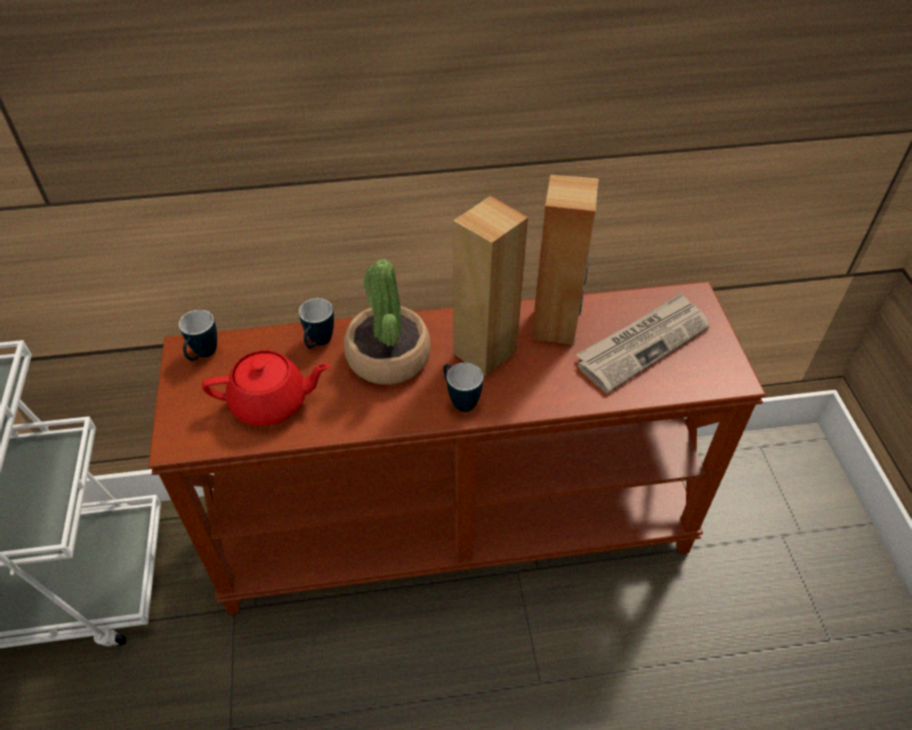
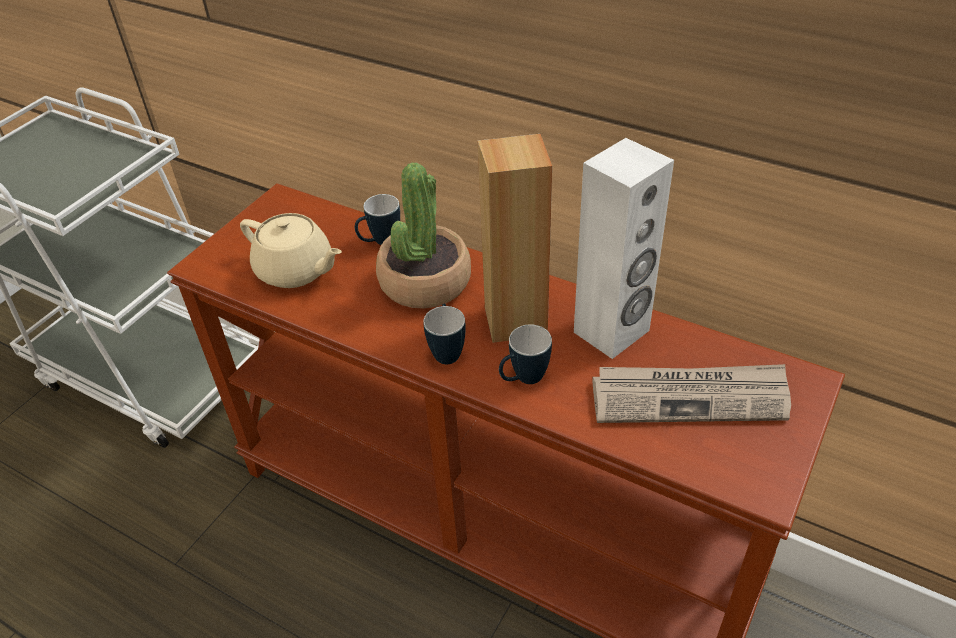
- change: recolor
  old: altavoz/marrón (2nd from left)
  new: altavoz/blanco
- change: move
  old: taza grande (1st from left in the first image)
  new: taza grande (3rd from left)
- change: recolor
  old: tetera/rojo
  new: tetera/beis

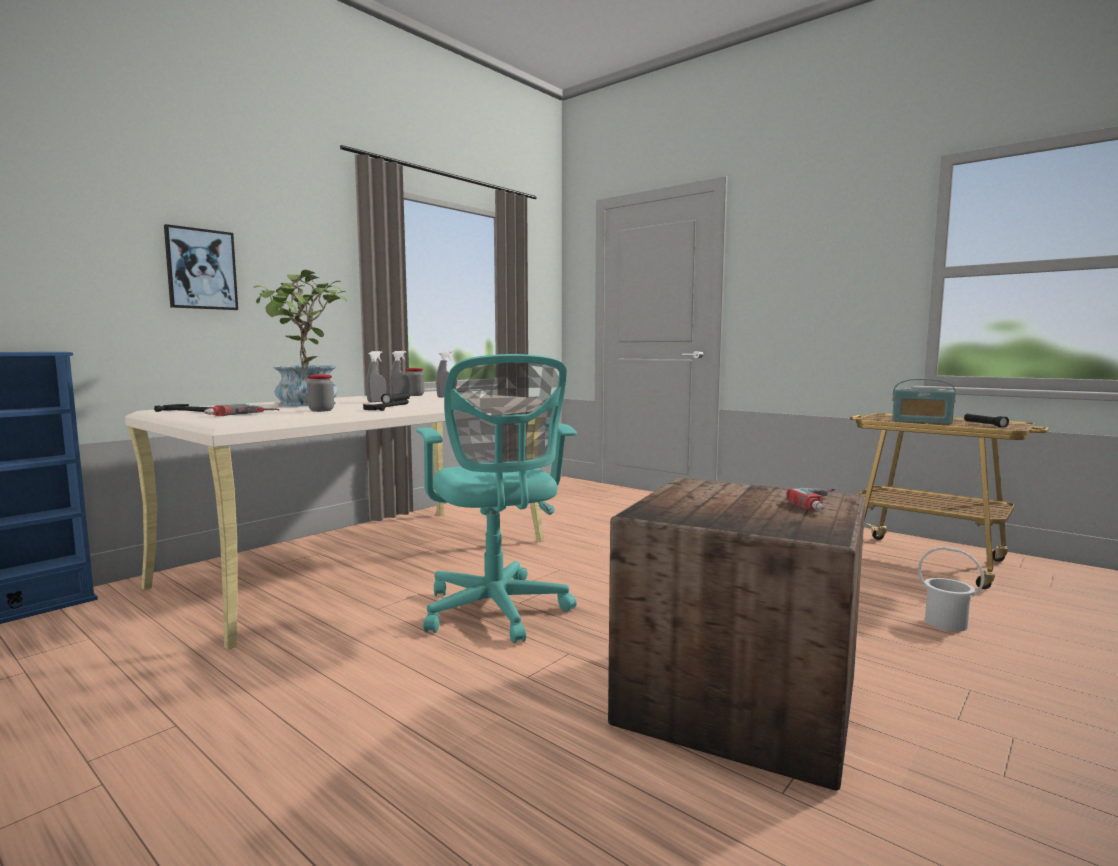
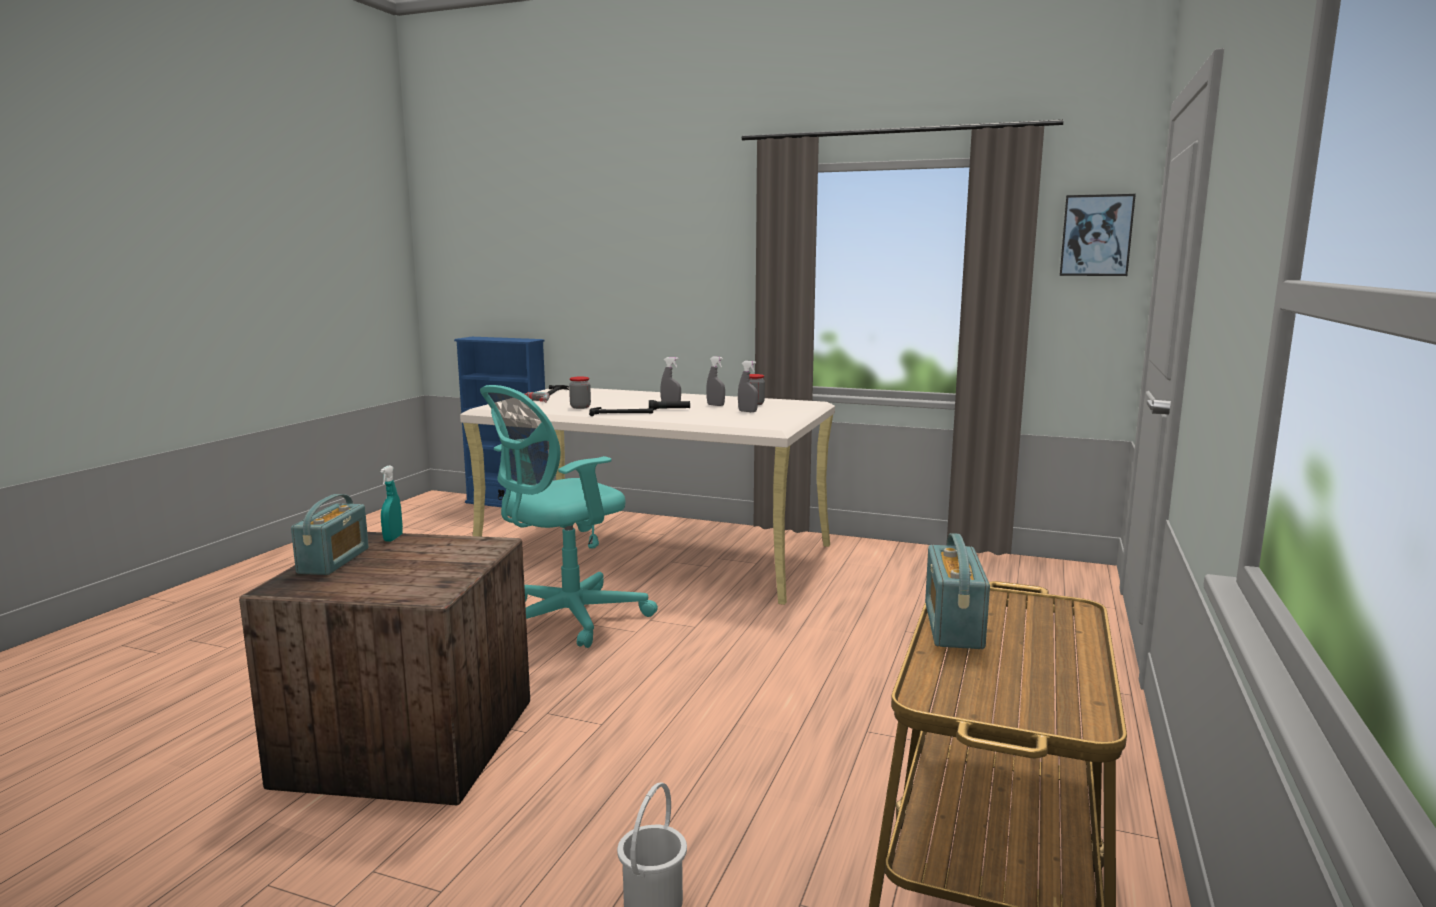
- change: move
  old: cuadro
- change: delete
  old: planta en maceta
- change: delete
  old: linterna/negro (2nd from left)
- change: delete
  old: taladro (2nd from left)
- change: insert
  new: pulverizador/turquesa
- change: insert
  new: radio (1st from left)

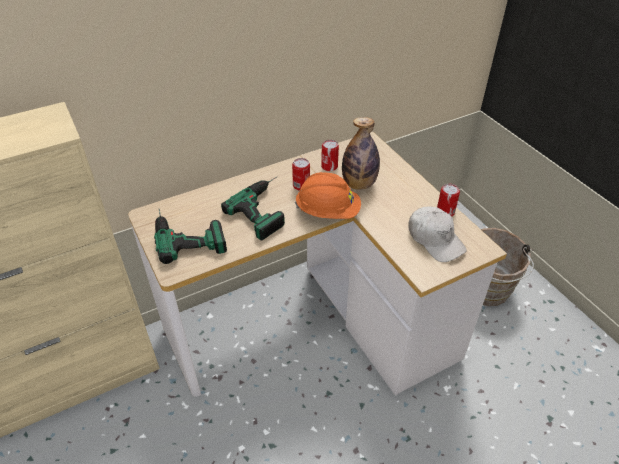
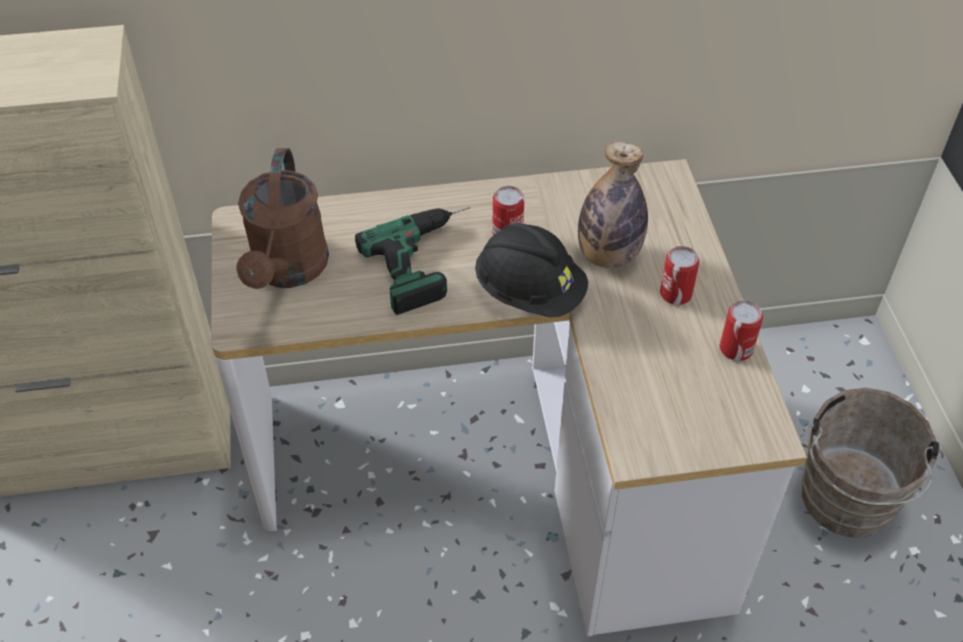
- change: move
  old: lata (2nd from left)
- change: recolor
  old: casco/naranja
  new: casco/negro
- change: delete
  old: gorra/blanco
- change: replace
  old: taladro (1st from left)
  new: regadera/marrón

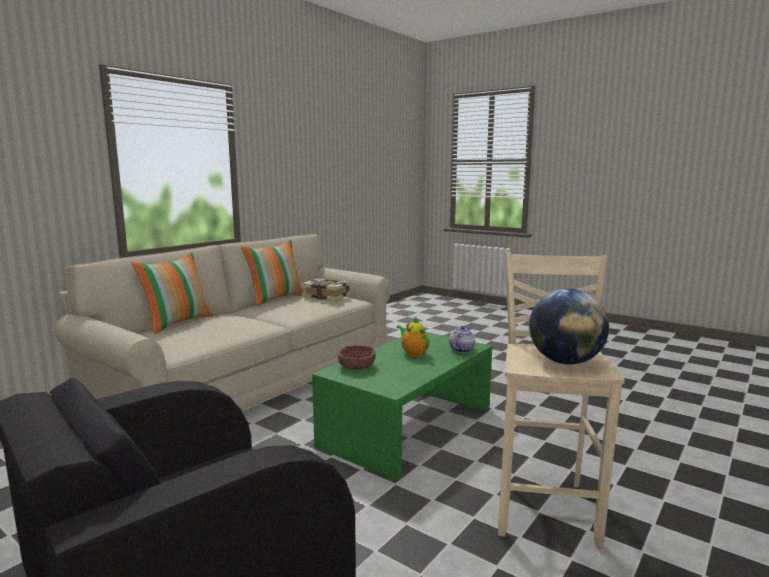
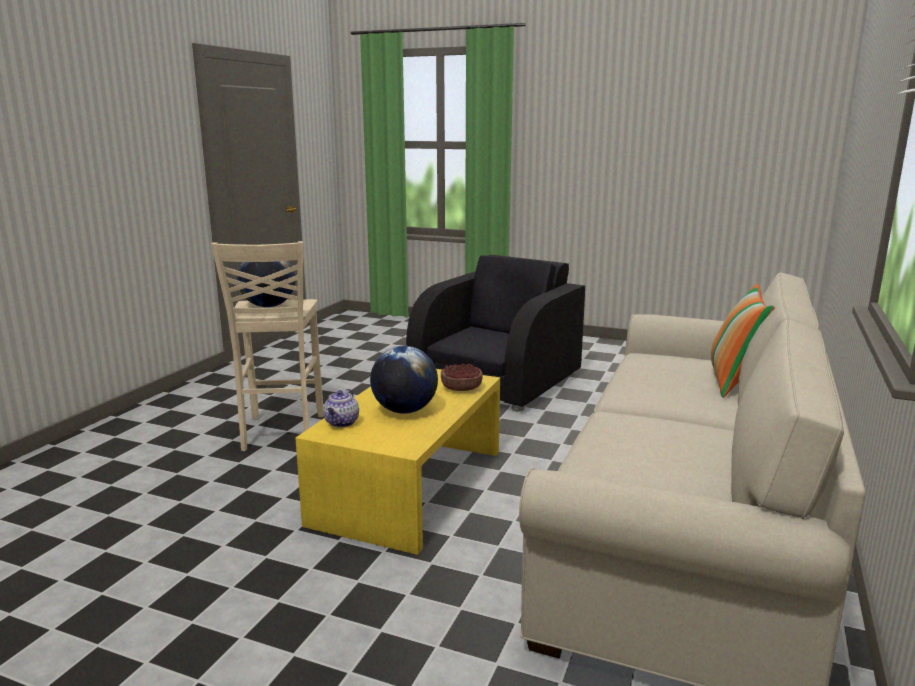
- change: delete
  old: cojín (2nd from left)
- change: delete
  old: libro
- change: replace
  old: tetera (1st from left)
  new: globo terráqueo (2nd from left)
- change: recolor
  old: mesa de centro/verde
  new: mesa de centro/amarillo

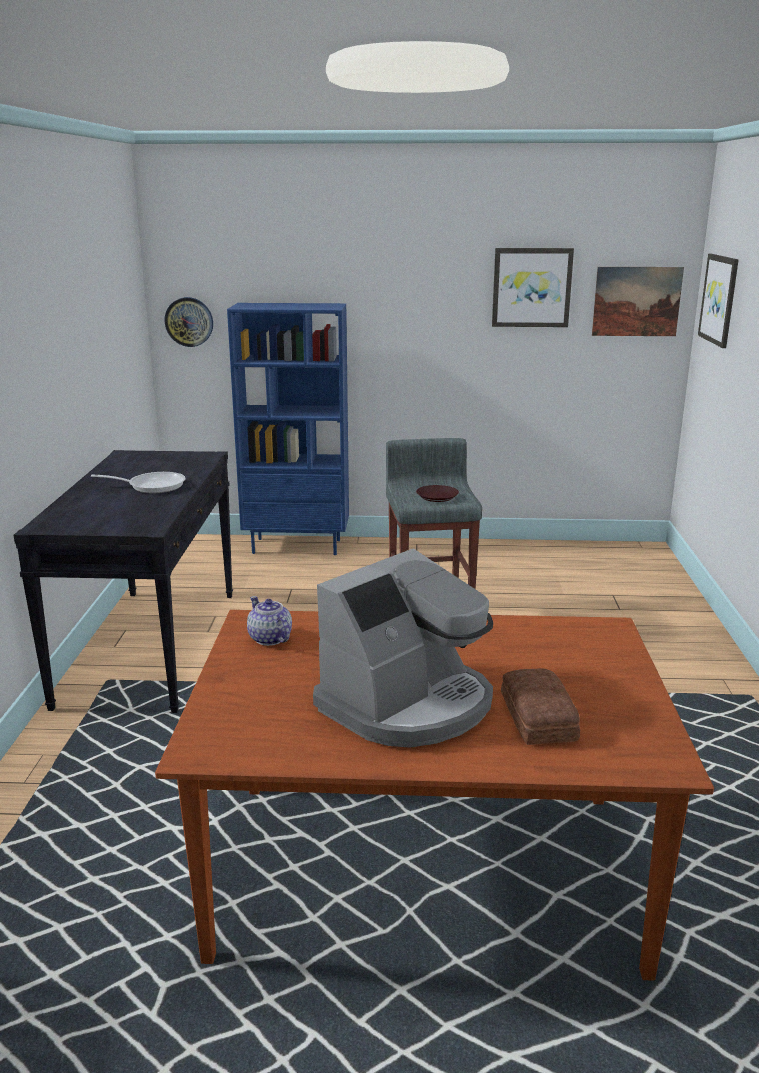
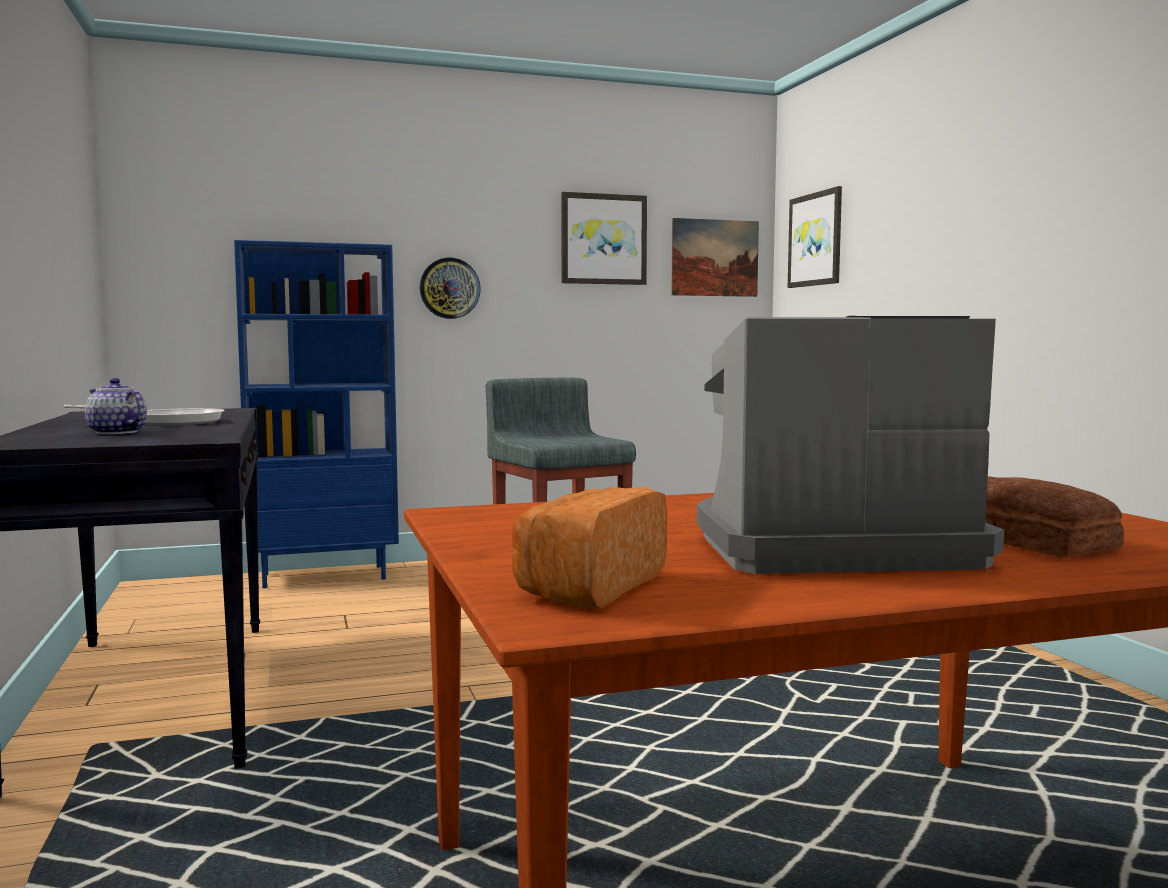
- change: move
  old: reloj de pared
- change: delete
  old: plato/marrón
- change: rotate
  old: cafetera
  degrees: -120
- change: move
  old: tetera
- change: insert
  new: pan (1st from left)

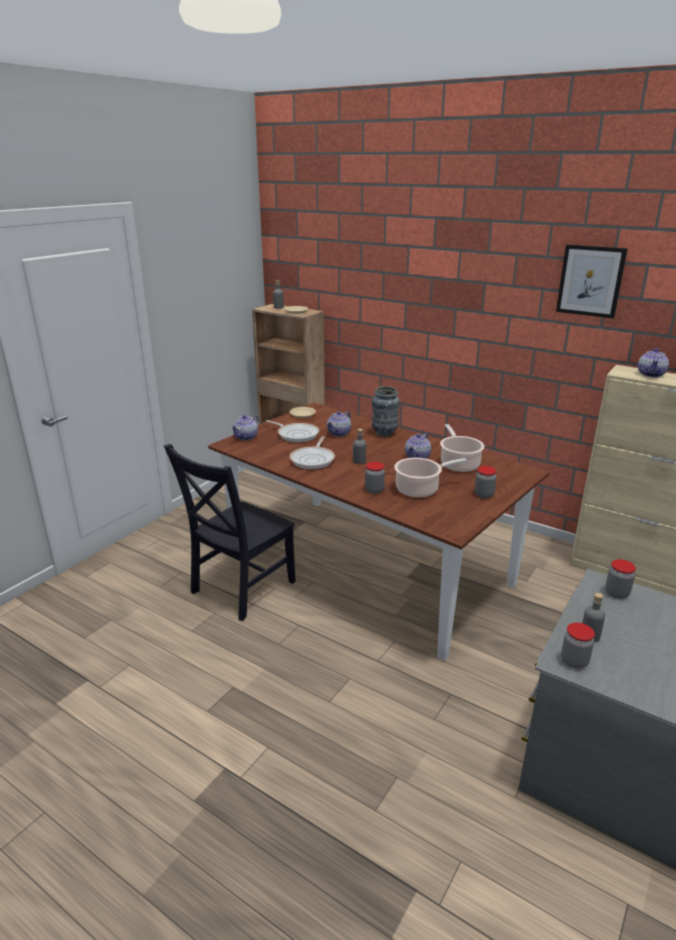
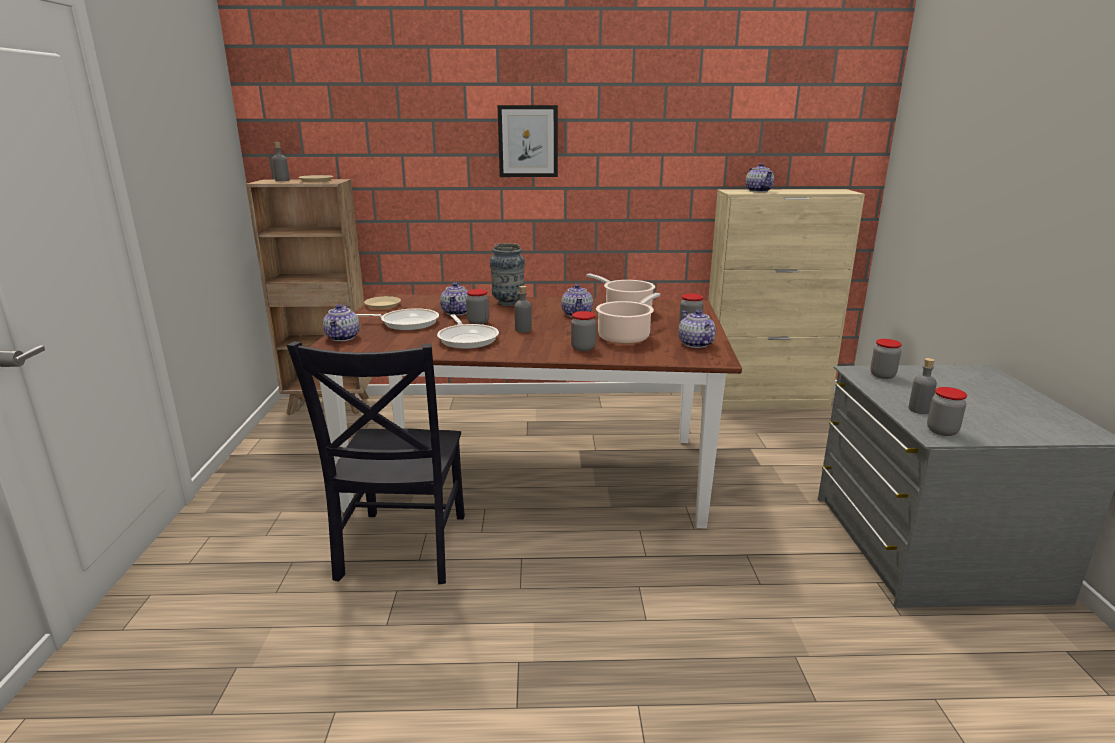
- change: move
  old: cuadro
- change: insert
  new: tarro (1st from left)
- change: insert
  new: tetera (4th from left)

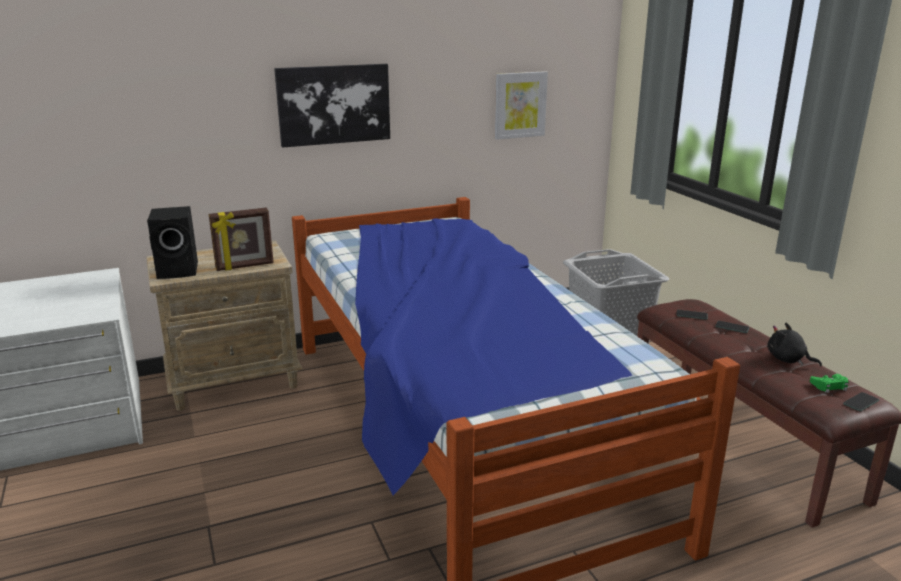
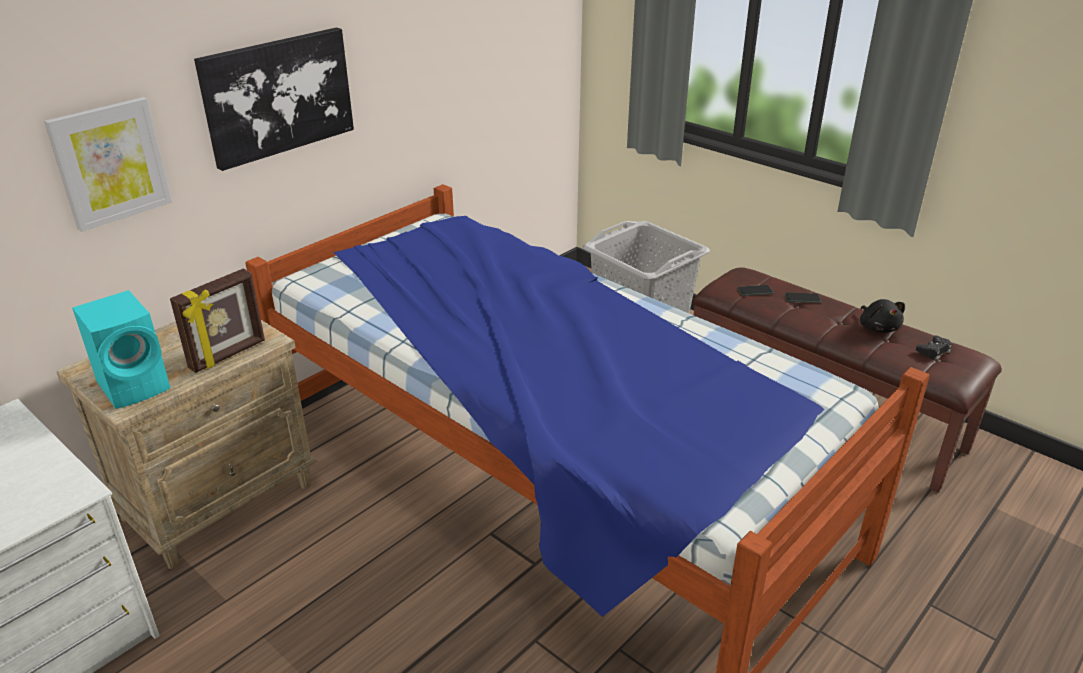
- change: move
  old: cuadro (2nd from left in the first image)
  new: cuadro (1st from left)
- change: recolor
  old: altavoz/negro
  new: altavoz/turquesa
- change: rotate
  old: peluche/negro
  degrees: -120
- change: recolor
  old: mando de consola/verde
  new: mando de consola/negro
- change: delete
  old: móvil (3rd from left)

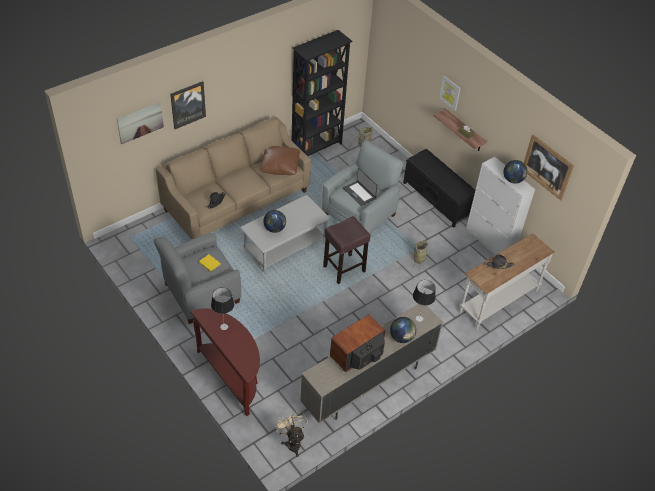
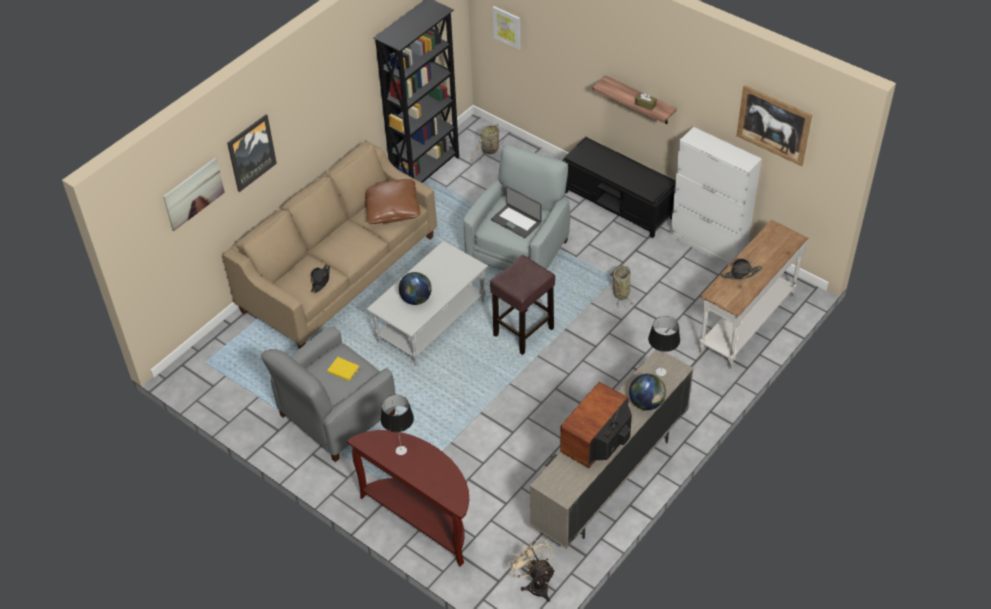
- change: move
  old: cuadro (3rd from left)
- change: delete
  old: globo terráqueo (3rd from left)

